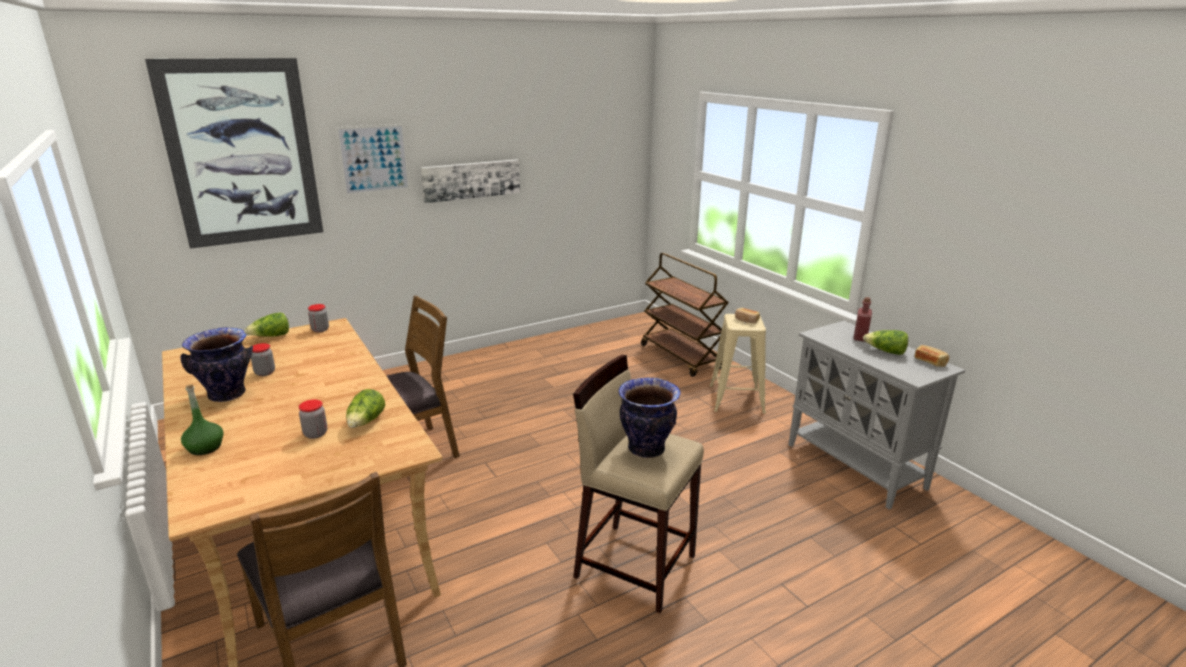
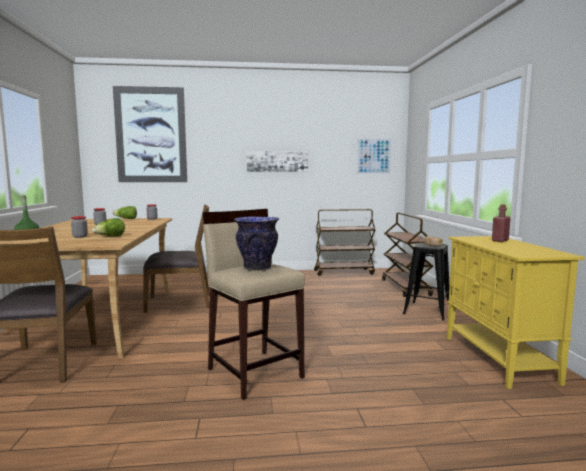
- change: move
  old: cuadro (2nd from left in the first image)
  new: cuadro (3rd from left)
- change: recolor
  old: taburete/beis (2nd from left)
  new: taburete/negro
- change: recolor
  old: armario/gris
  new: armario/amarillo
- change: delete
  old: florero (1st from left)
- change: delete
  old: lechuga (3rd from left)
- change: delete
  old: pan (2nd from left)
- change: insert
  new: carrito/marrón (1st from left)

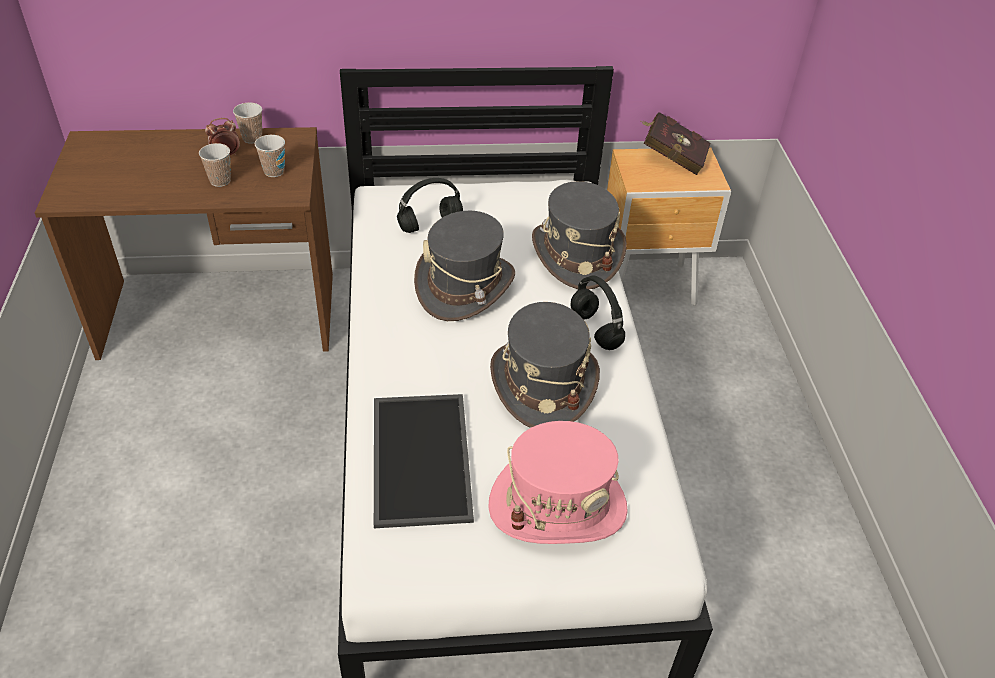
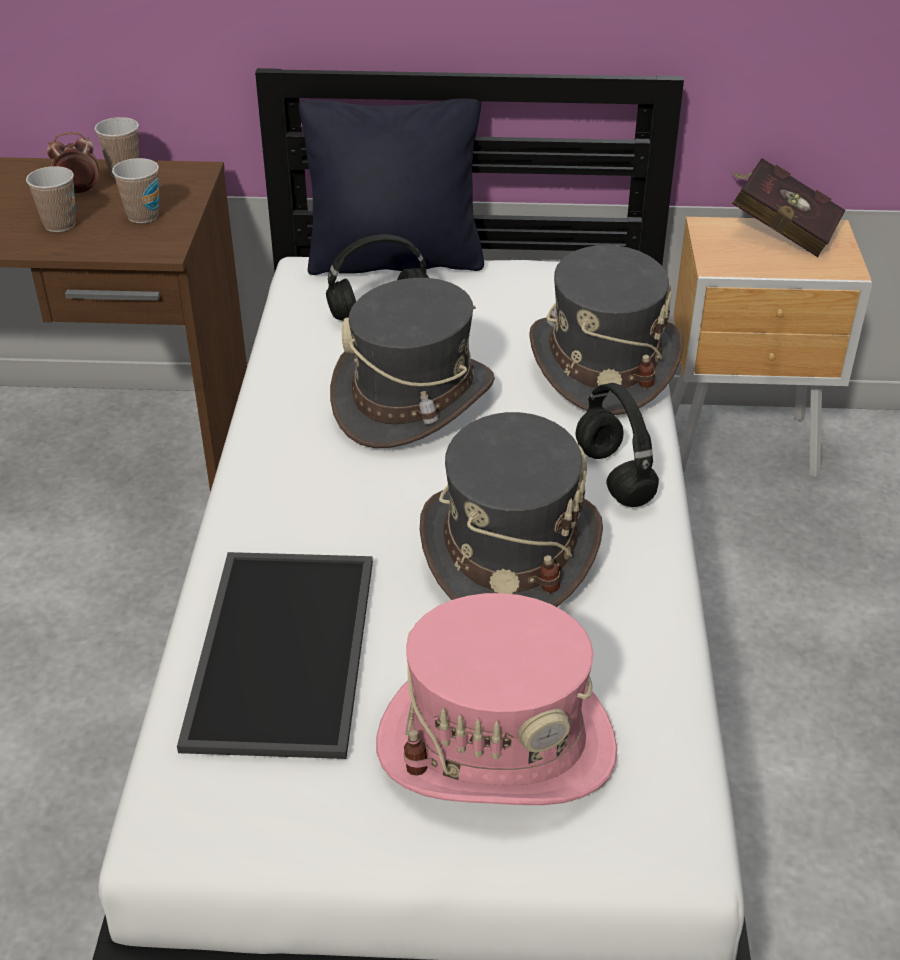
- change: insert
  new: cojín/negro

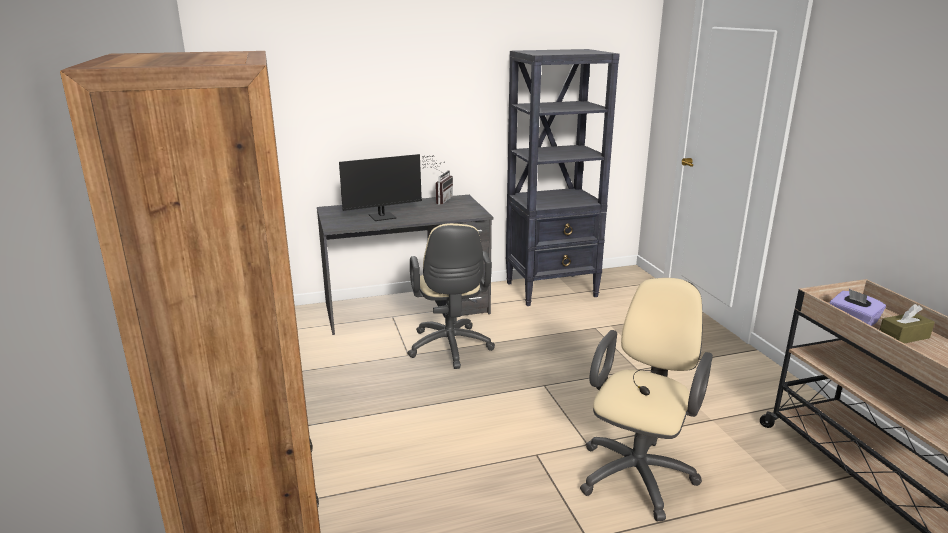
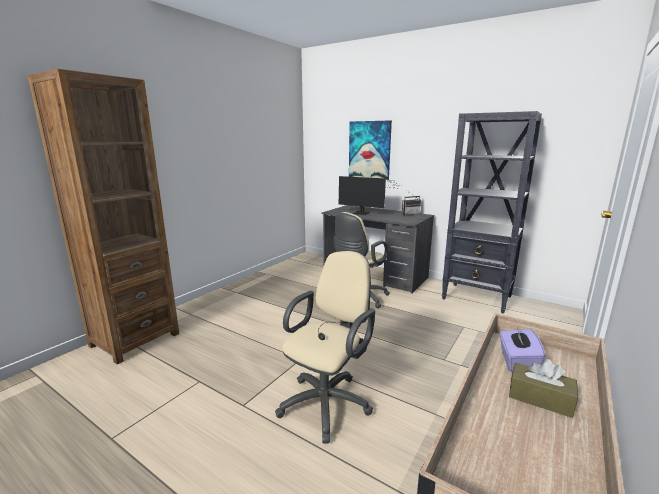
- change: rotate
  old: silla de oficina/beis (2nd from left in the first image)
  degrees: -45
- change: insert
  new: cuadro

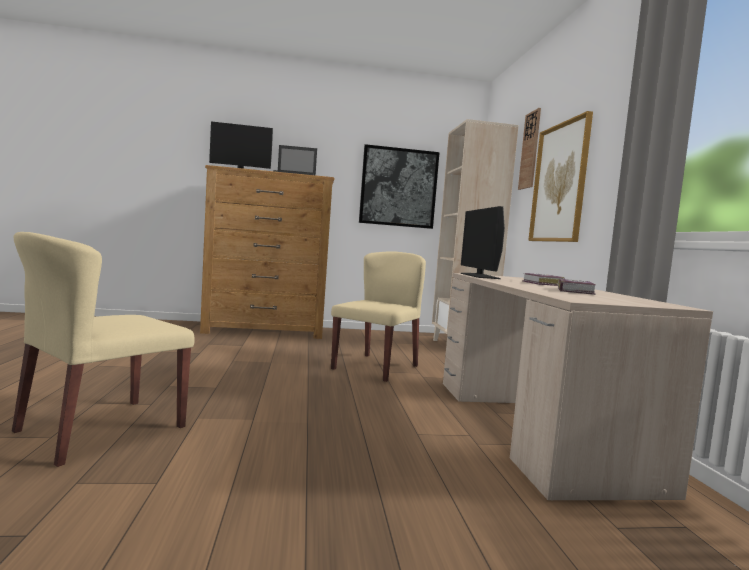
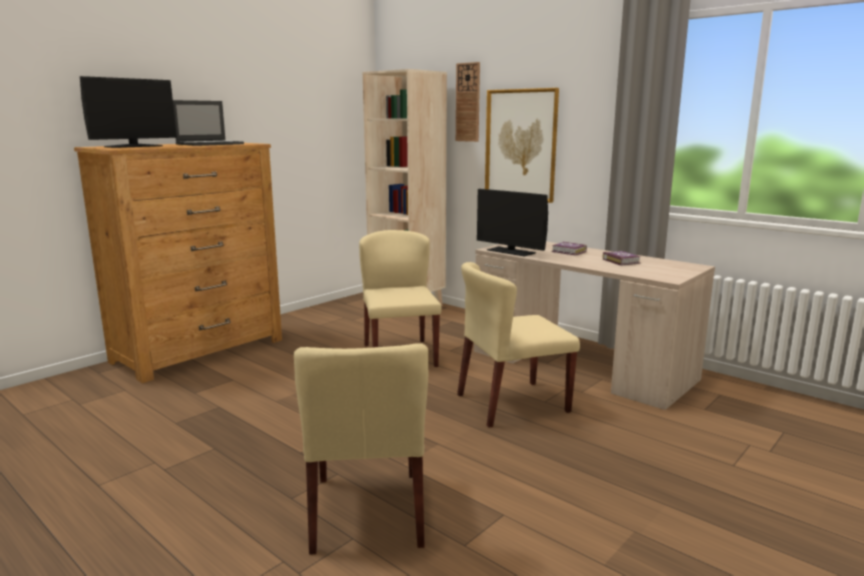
- change: delete
  old: cuadro (1st from left)
- change: insert
  new: silla/beis (3rd from left)

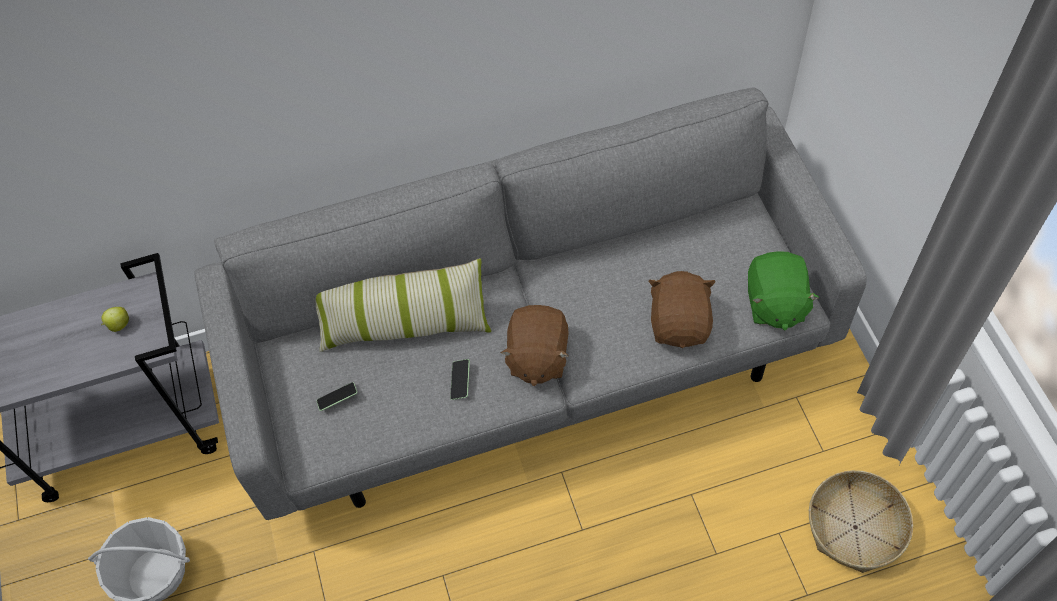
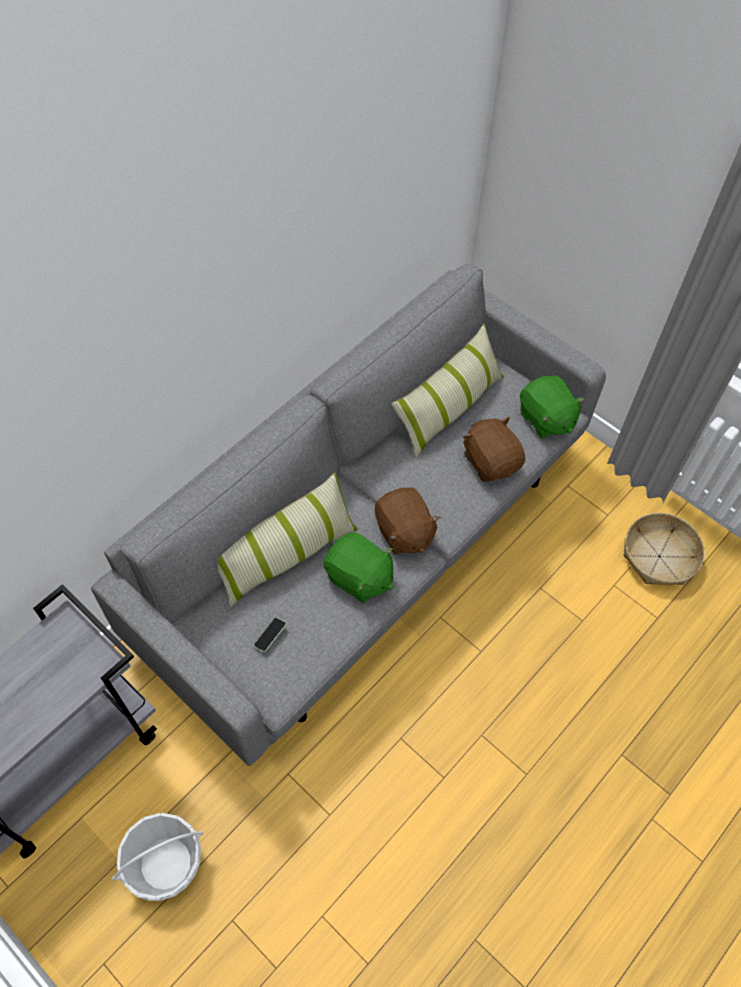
- change: delete
  old: manzana
- change: replace
  old: móvil (2nd from left)
  new: peluche/verde (1st from left)
- change: insert
  new: cojín (2nd from left)

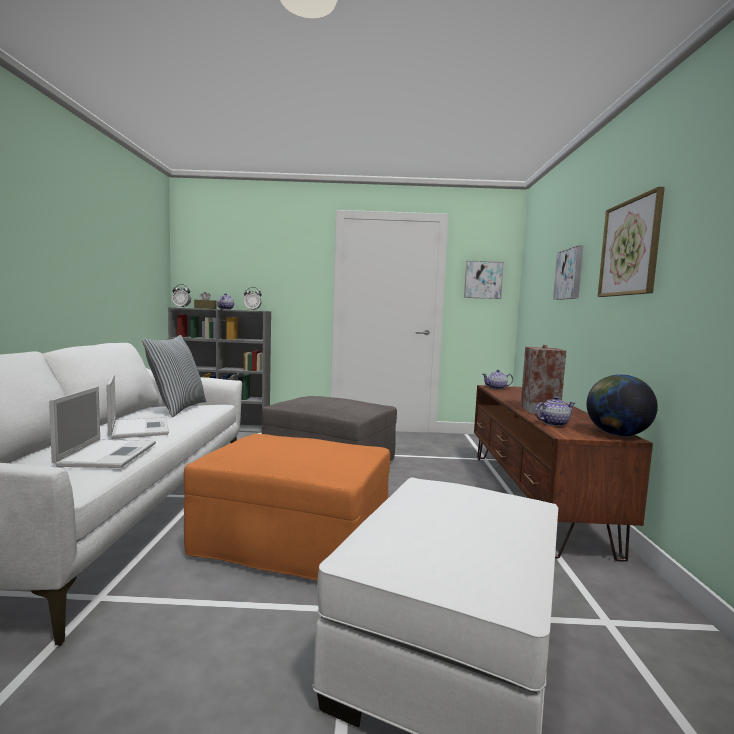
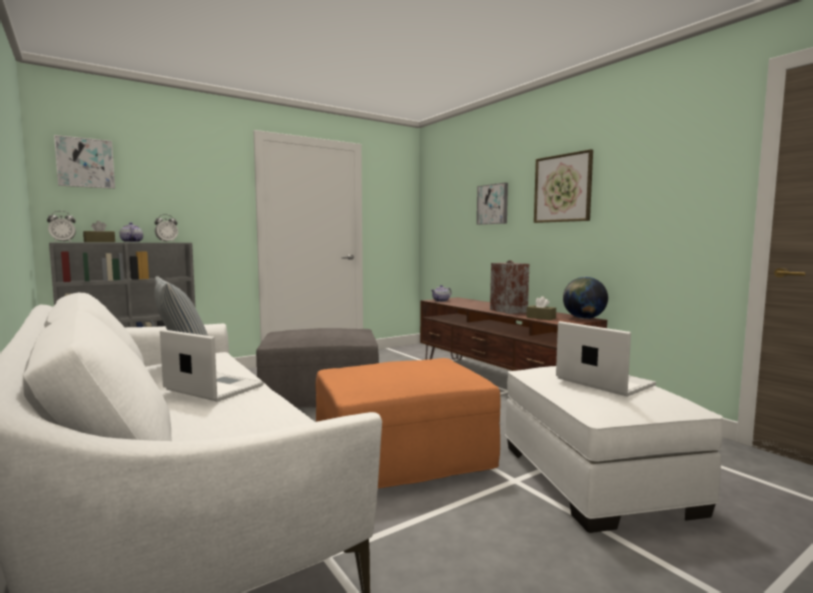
- change: move
  old: cuadro (1st from left)
- change: move
  old: portátil (1st from left in the first image)
  new: portátil (2nd from left)
- change: replace
  old: tetera (3rd from left)
  new: caja de pañuelos/marrón (2nd from left)

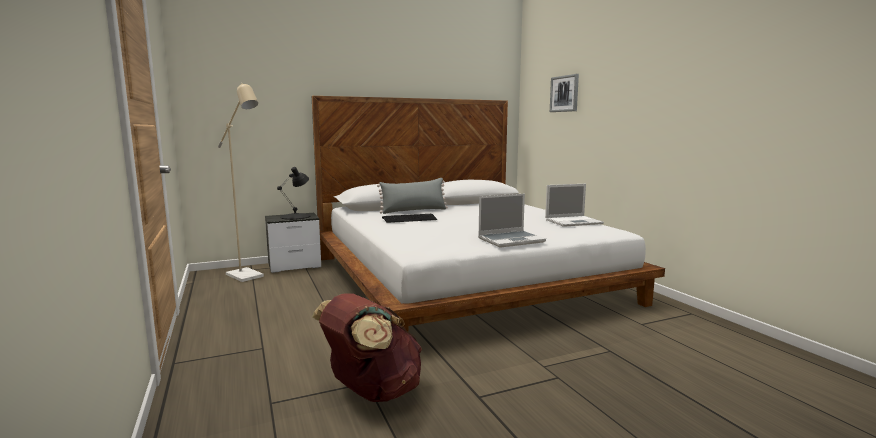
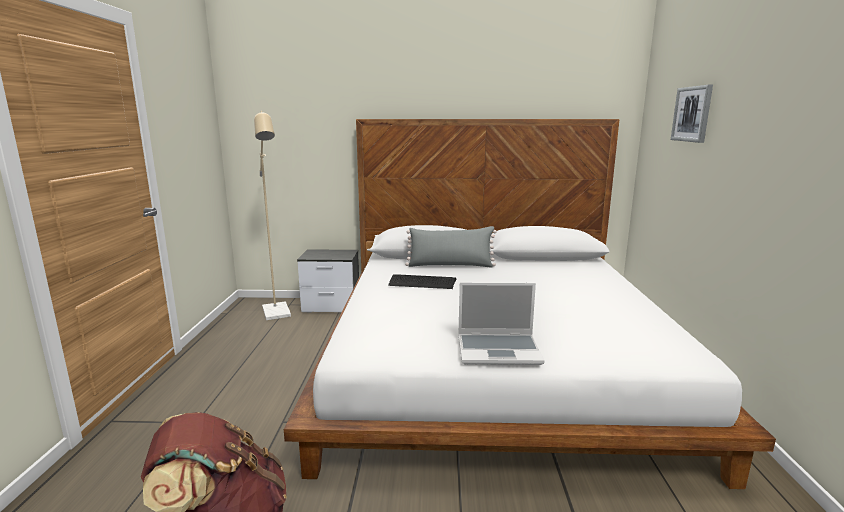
- change: delete
  old: lámpara de mesa/negro
- change: delete
  old: portátil (2nd from left)

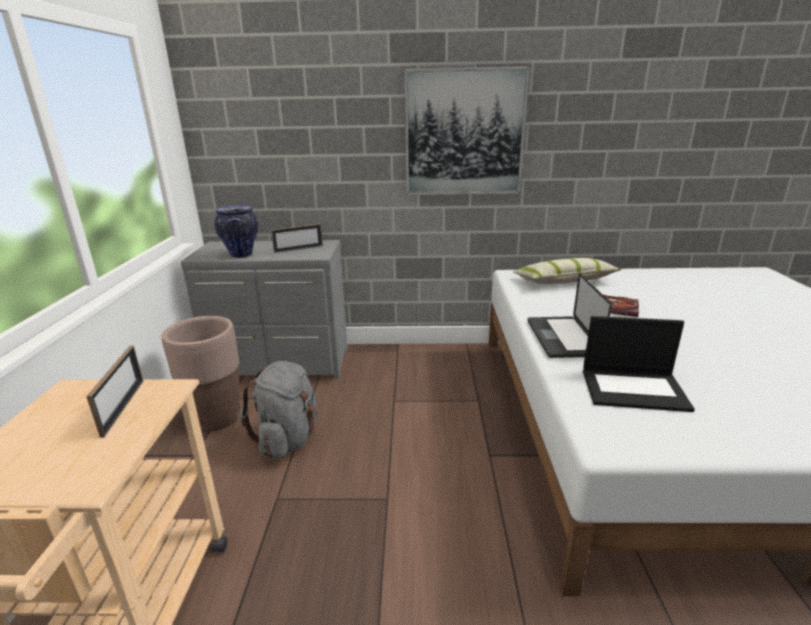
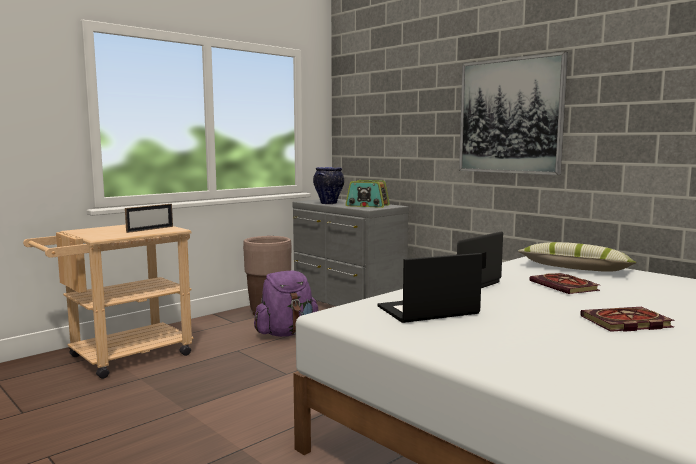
- change: replace
  old: portarretratos (2nd from left)
  new: radio
- change: rotate
  old: portátil (2nd from left in the first image)
  degrees: 105
- change: recolor
  old: mochila/gris
  new: mochila/morado
- change: insert
  new: libro (2nd from left)

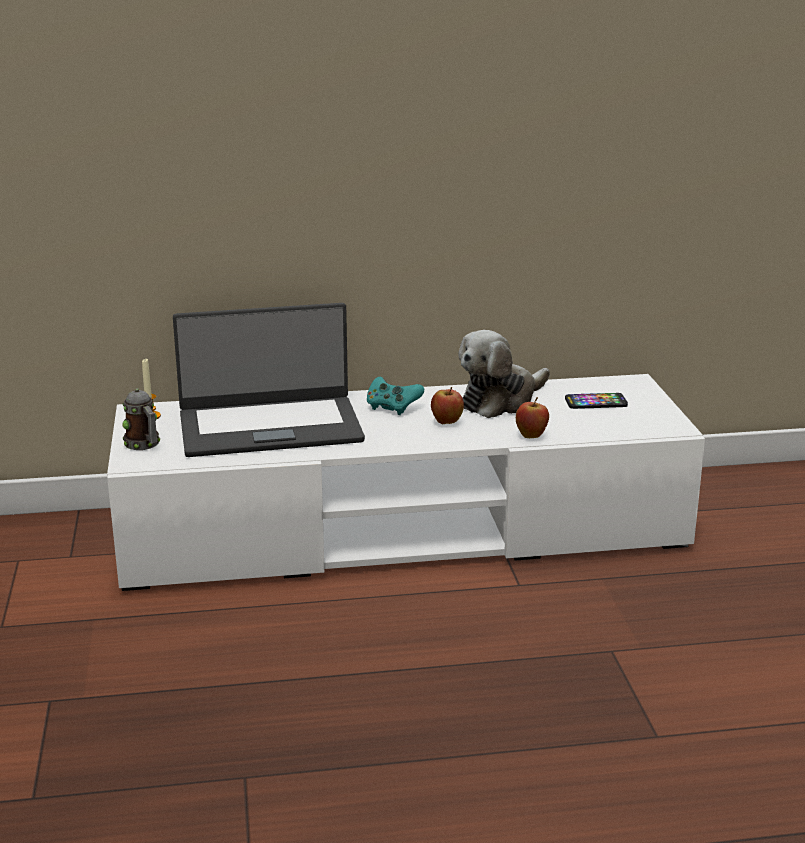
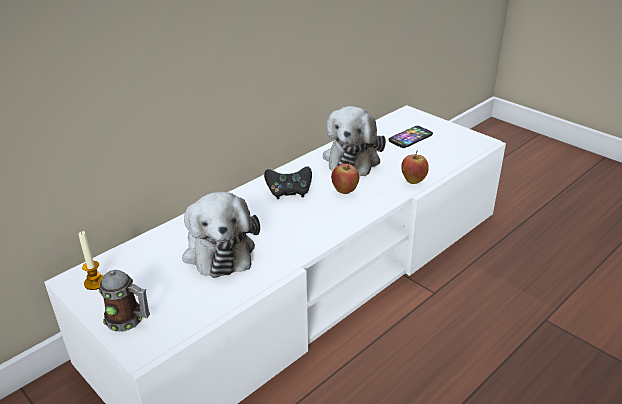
- change: replace
  old: portátil
  new: peluche (1st from left)
- change: recolor
  old: mando de consola/turquesa
  new: mando de consola/negro

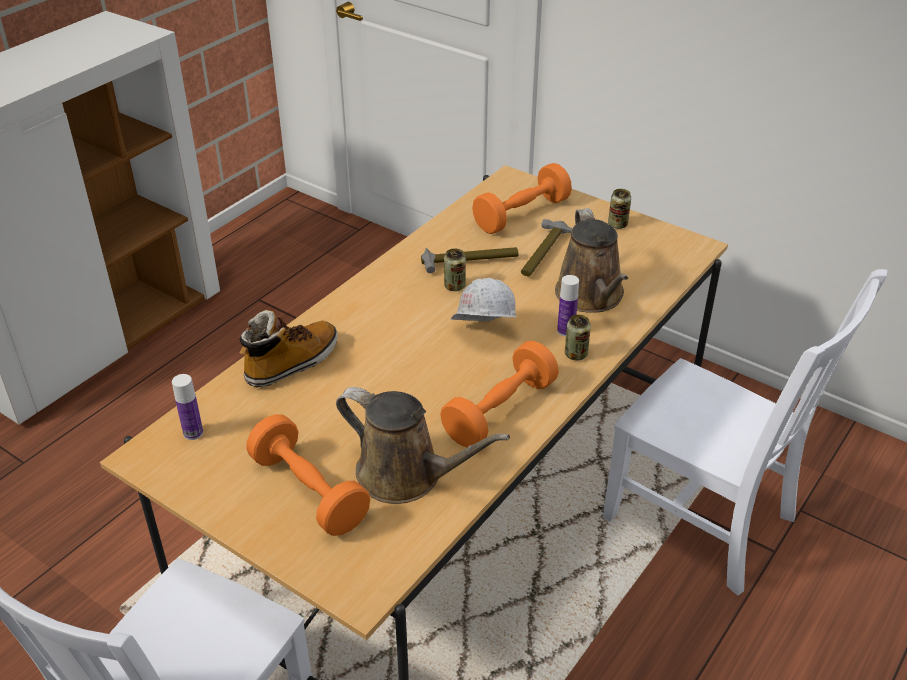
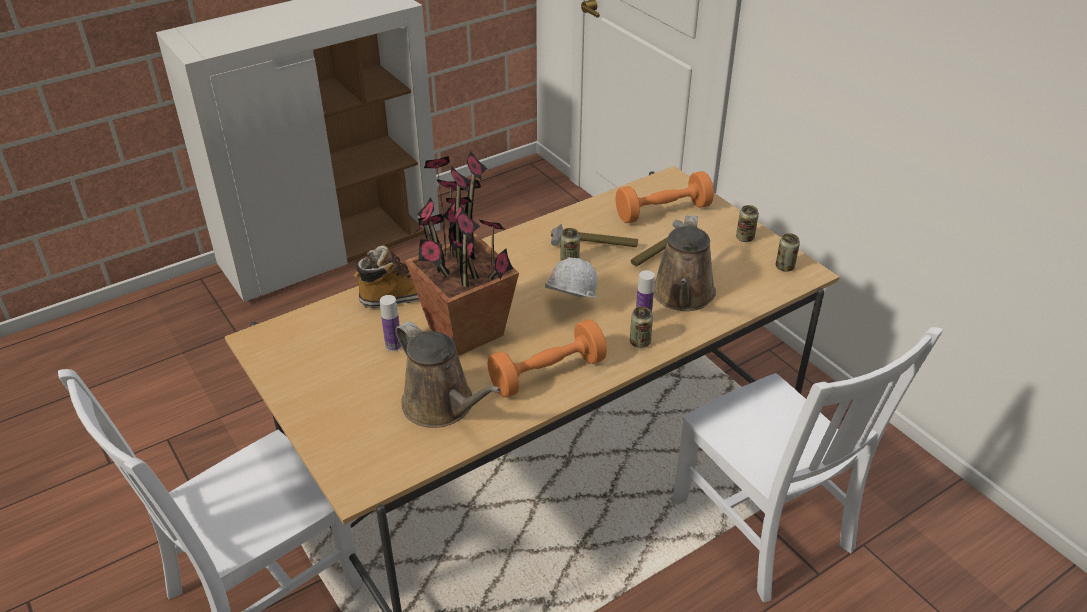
- change: move
  old: botella (1st from left)
- change: delete
  old: mancuerna/naranja (1st from left)
- change: insert
  new: planta en maceta
- change: insert
  new: lata (4th from left)

